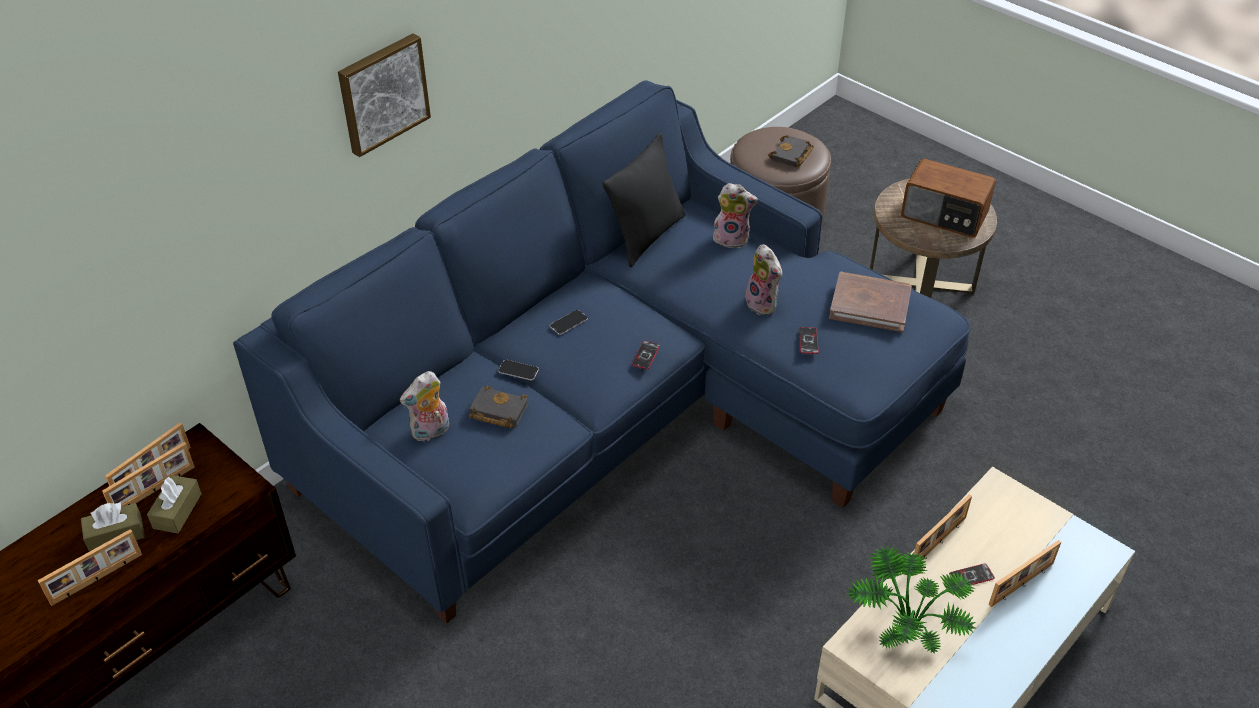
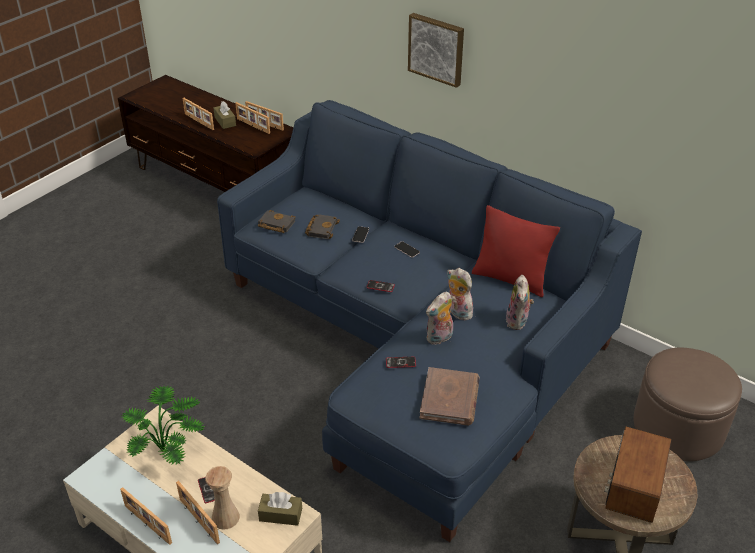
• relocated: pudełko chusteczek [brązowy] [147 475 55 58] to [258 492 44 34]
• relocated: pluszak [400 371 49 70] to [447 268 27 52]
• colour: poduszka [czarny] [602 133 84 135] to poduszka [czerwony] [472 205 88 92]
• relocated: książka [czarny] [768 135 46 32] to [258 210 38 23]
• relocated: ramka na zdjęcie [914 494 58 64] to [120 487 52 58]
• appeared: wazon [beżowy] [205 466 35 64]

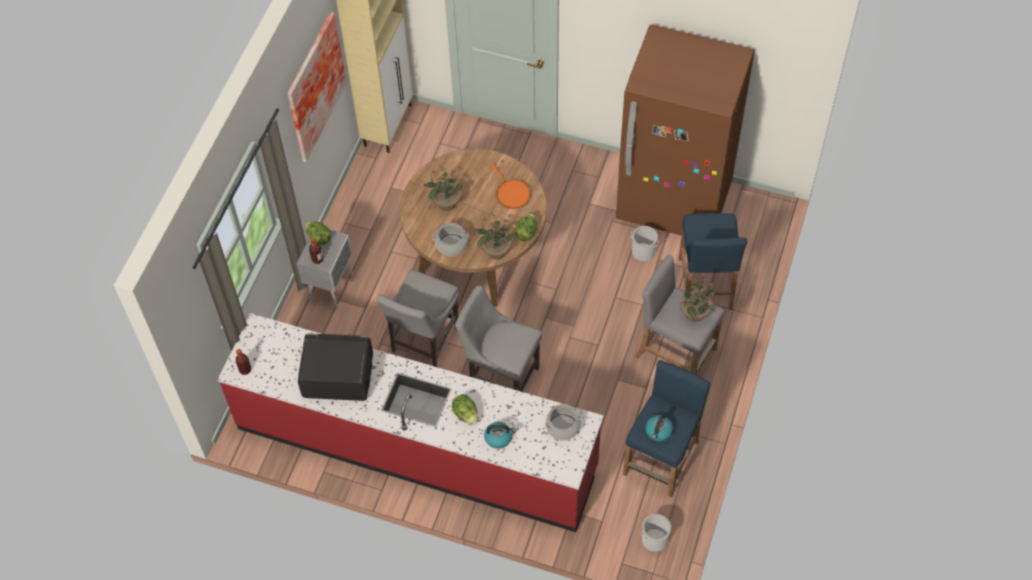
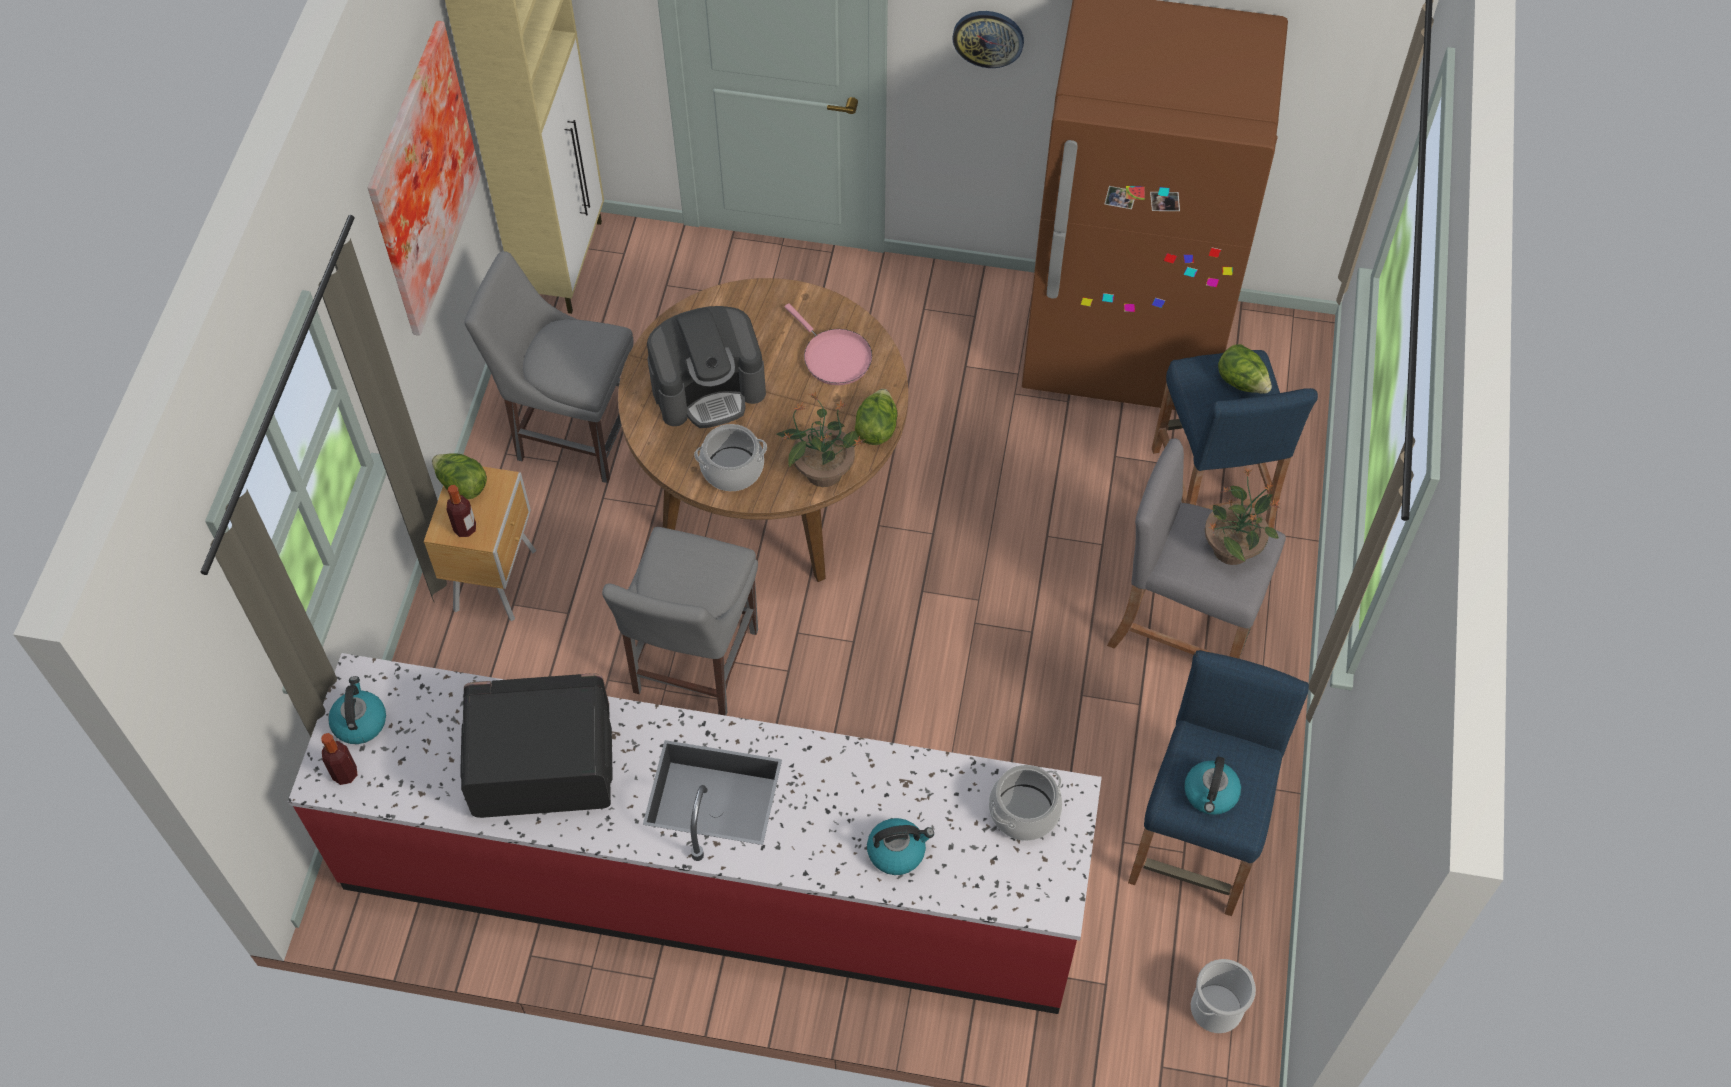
• colour: szafka nocna [szary] [297 229 57 80] to szafka nocna [brązowy] [424 466 112 155]
• exchanged: roślina doniczkowa [424 164 41 47] to ekspres do kawy [647 306 119 122]
• relocated: sałata [452 394 26 30] to [1218 344 54 49]
• relocated: krzesło [szary] [455 285 87 107] to [464 251 169 232]
• colour: patelnia [pomarańczowy] [491 164 40 45] to patelnia [różowy] [785 303 87 82]
• missing: wiadro [631 226 28 35]
• appeared: czajnik [328 676 58 68]
• appeared: zegar ścienny [952 11 72 57]

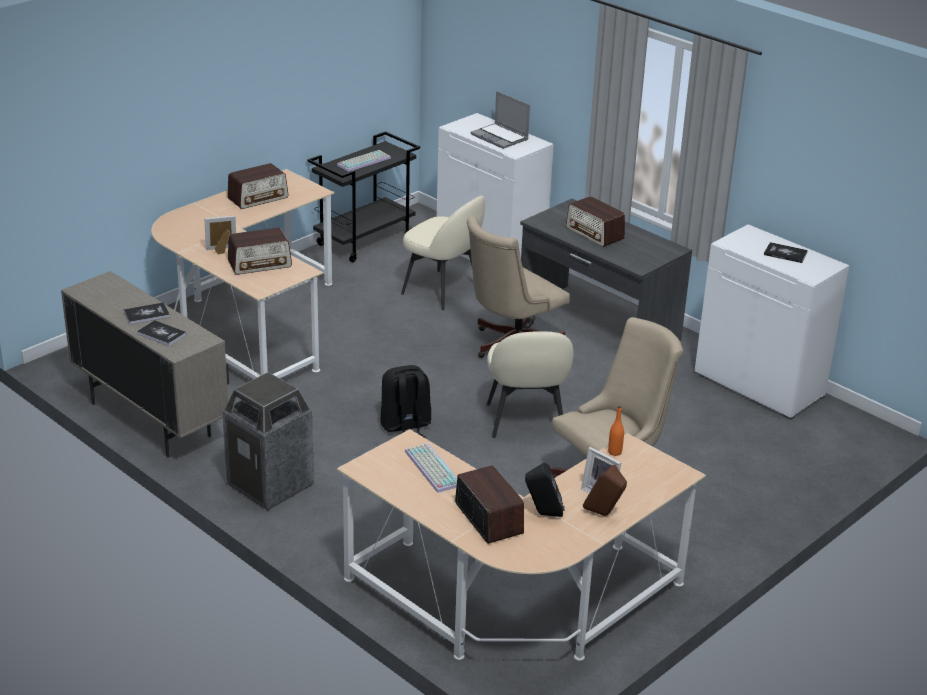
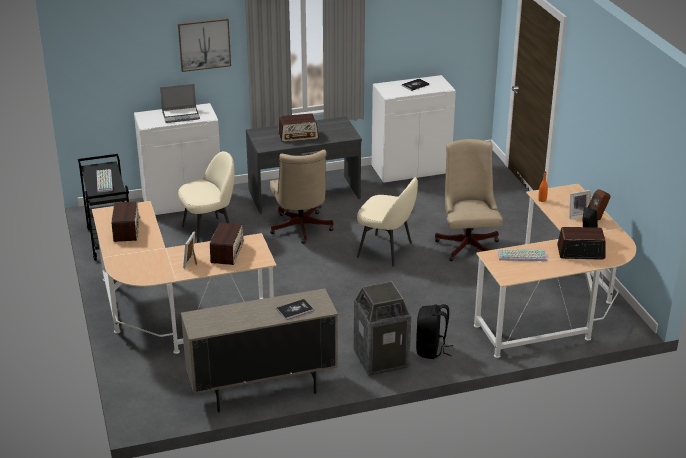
• missing: książka [124 302 46 22]
• relocated: plecak [czarny] [380 365 51 73] to [416 304 37 55]
• appeared: obraz [178 18 53 54]

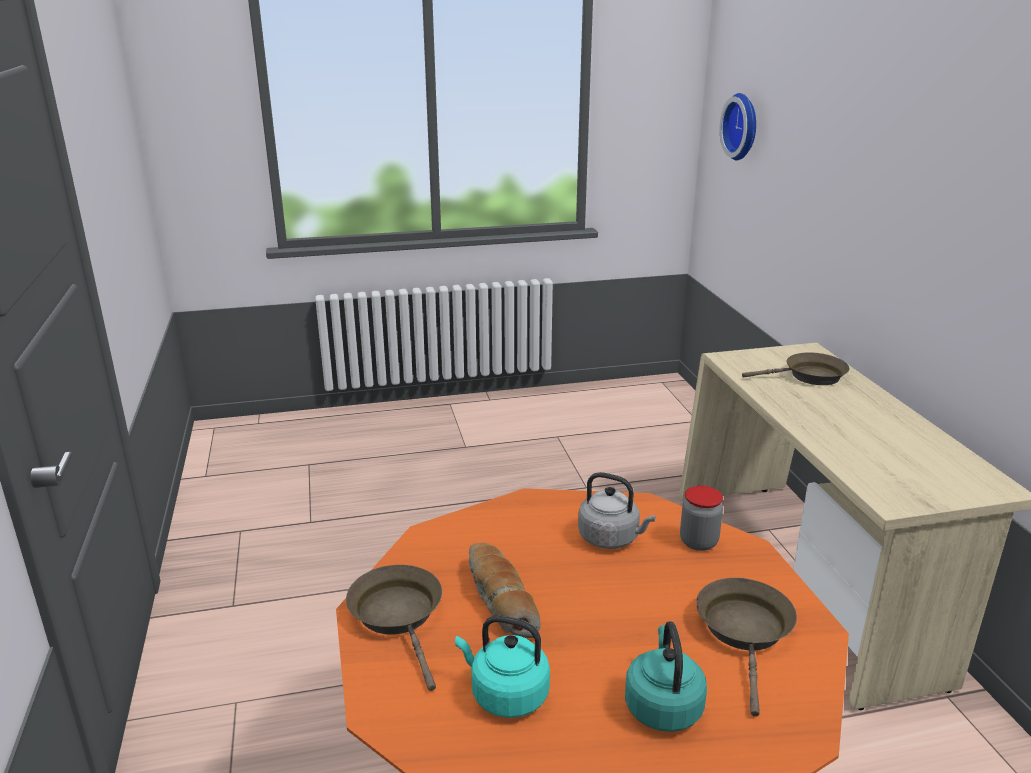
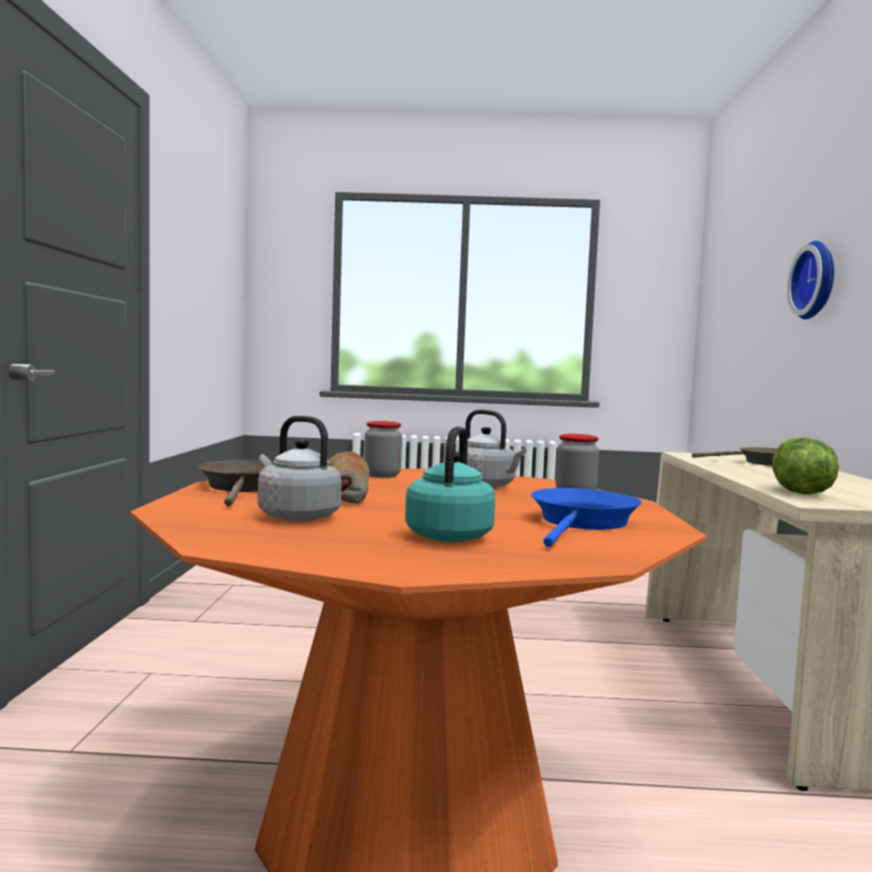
• colour: czajnik [turkusowy] [455 615 95 103] to czajnik [szary] [258 416 84 106]
• colour: patelnia [brązowy] [696 578 101 139] to patelnia [niebieski] [531 488 111 59]
• relocated: zegar ścienny [720 93 36 67] to [787 241 47 78]
• appeared: słoik [364 421 38 57]
• appeared: sałata [772 437 67 57]

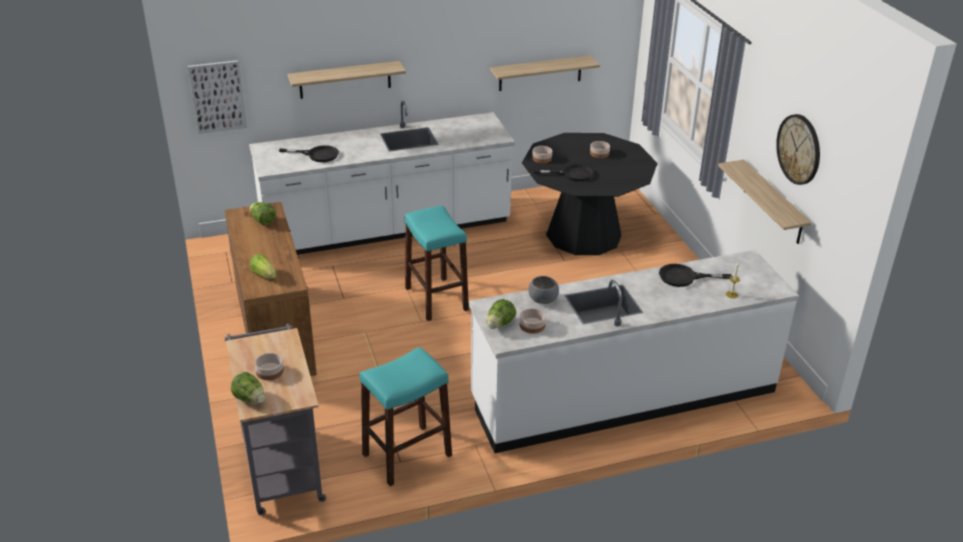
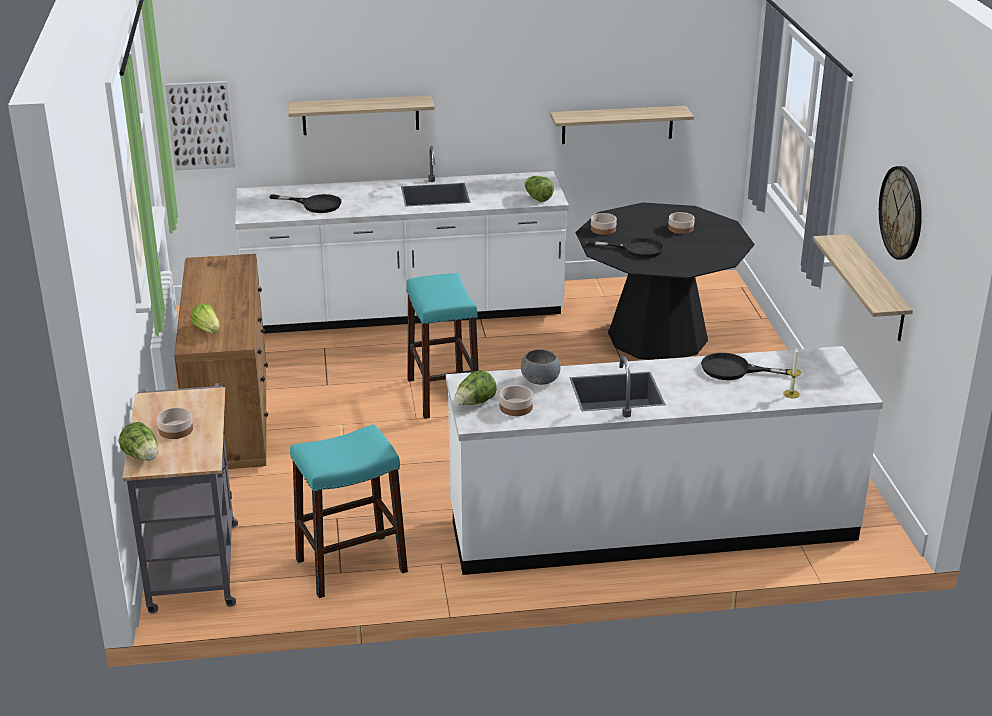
• relocated: sałata [250 202 26 24] to [524 176 30 26]

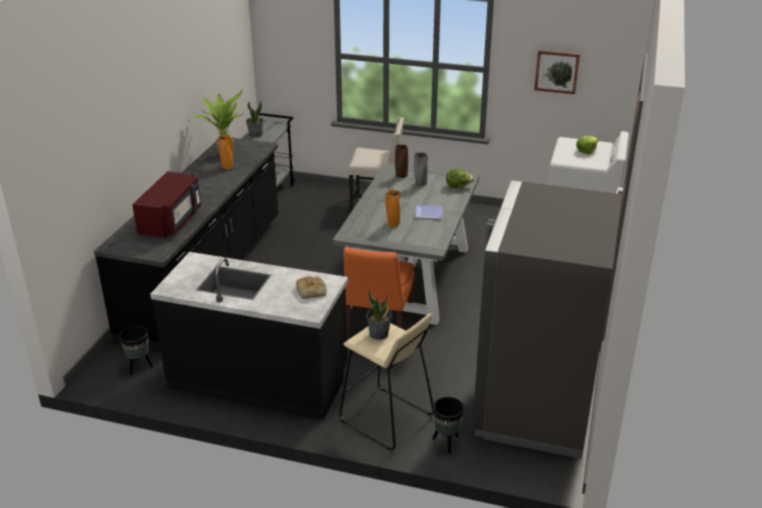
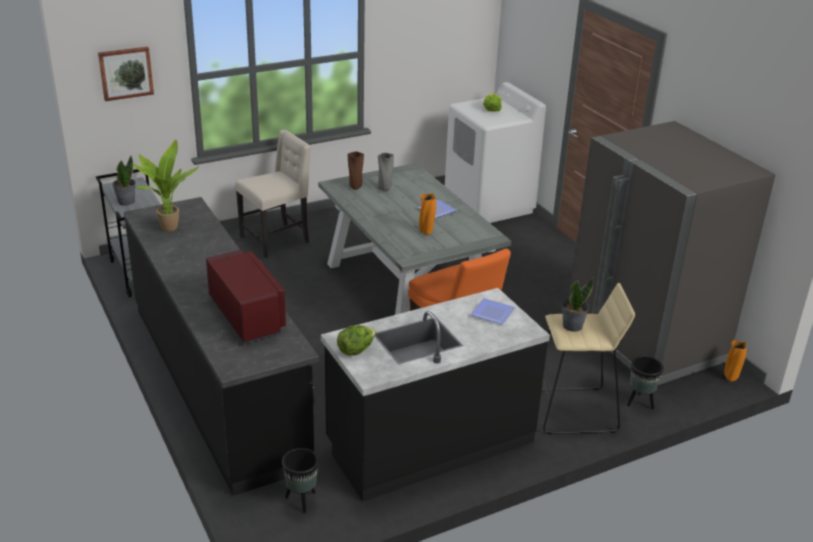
• relocated: wazon [pomarańczowy] [218 135 15 35] to [724 340 23 41]
• exchanged: chleb [296 276 31 23] to talerz [470 298 46 27]
• relocated: sałata [446 169 29 19] to [337 325 39 31]
• relocated: obraz [534 50 46 44] to [98 47 56 54]

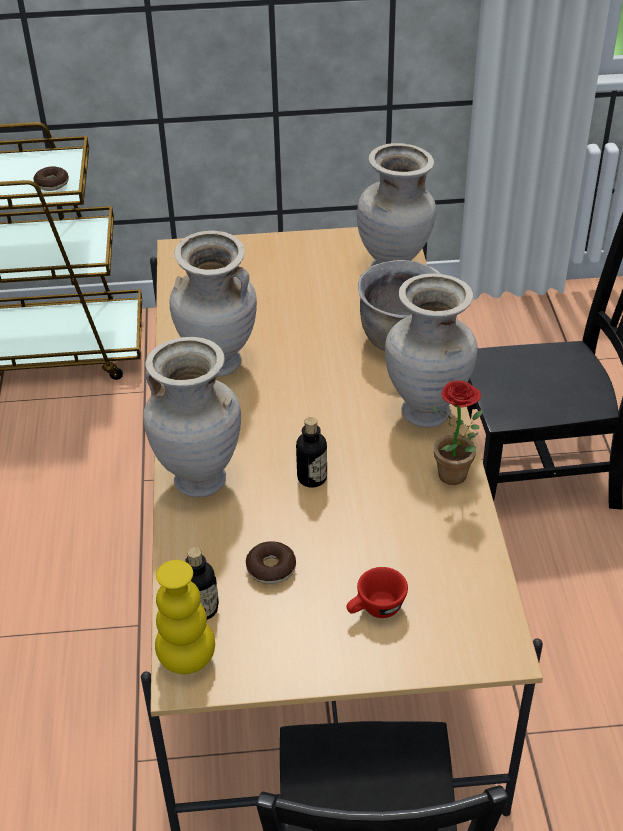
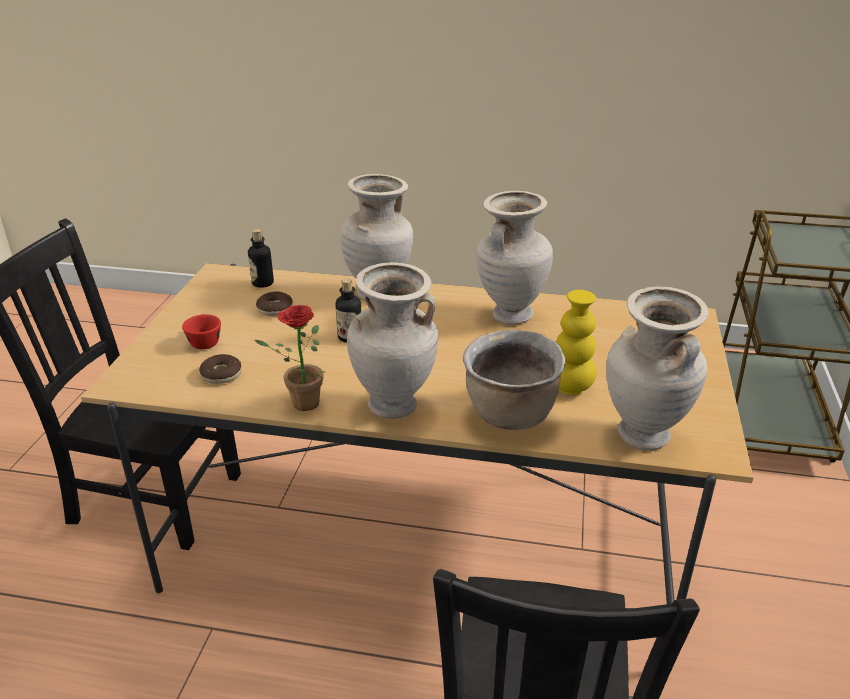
• relocated: donut [33 166 36 25] to [199 354 43 30]
• relocated: wazon [żółty] [155 560 60 114] to [556 290 40 105]

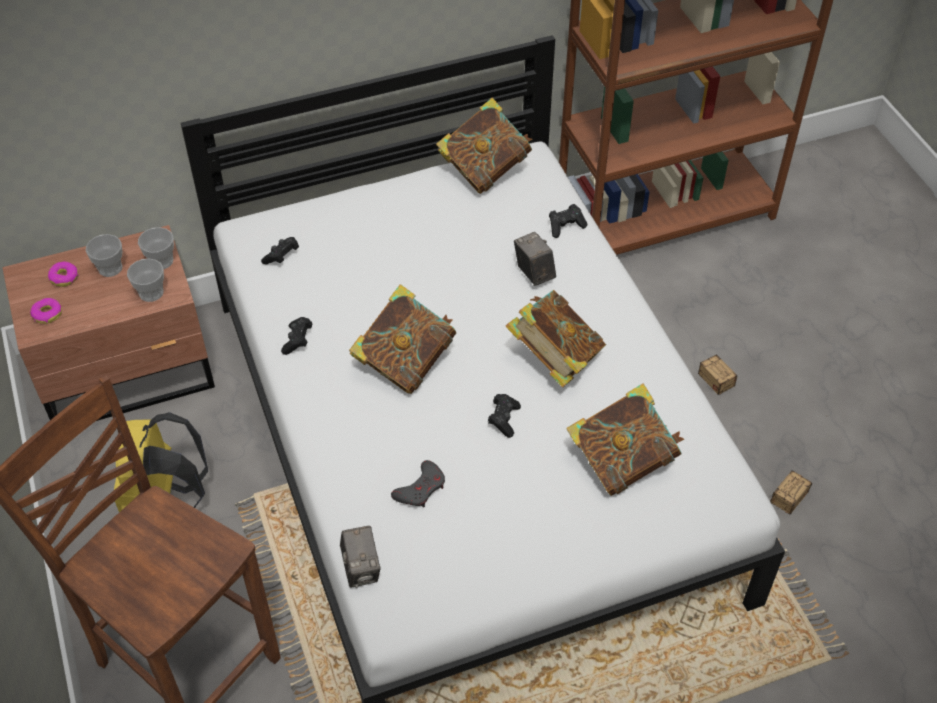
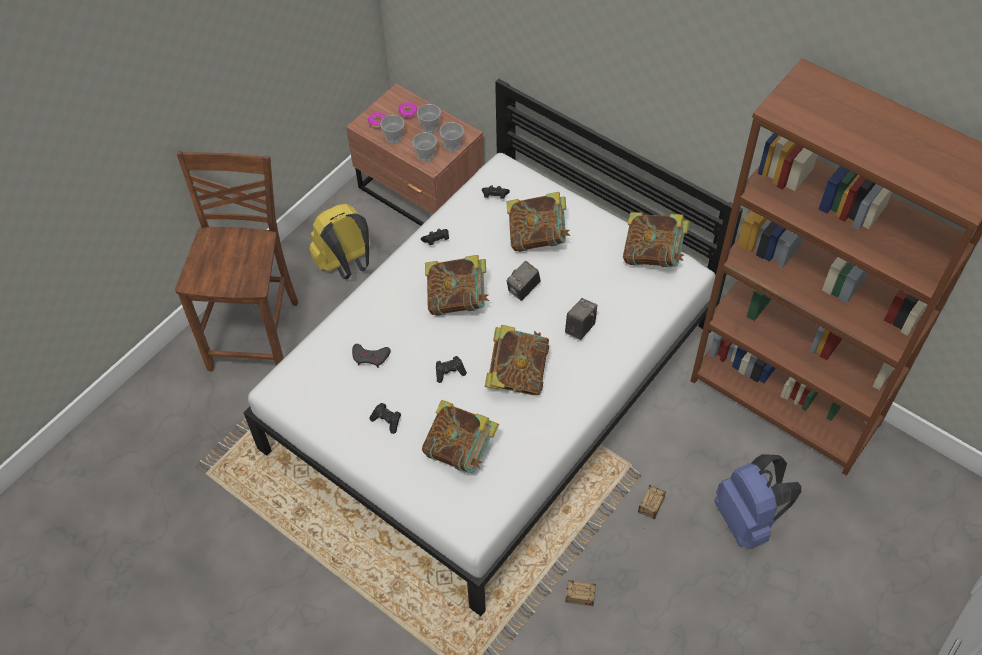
• relocated: aparat fotograficzny [340 526 40 62] to [507 261 33 40]
• relocated: pad do gier [czarny] [549 204 38 34] to [369 403 32 31]
• appeared: filiżanka [380 115 24 29]
• appeared: książka [507 192 64 60]
• appeared: plecak [niebieski] [714 454 87 95]

